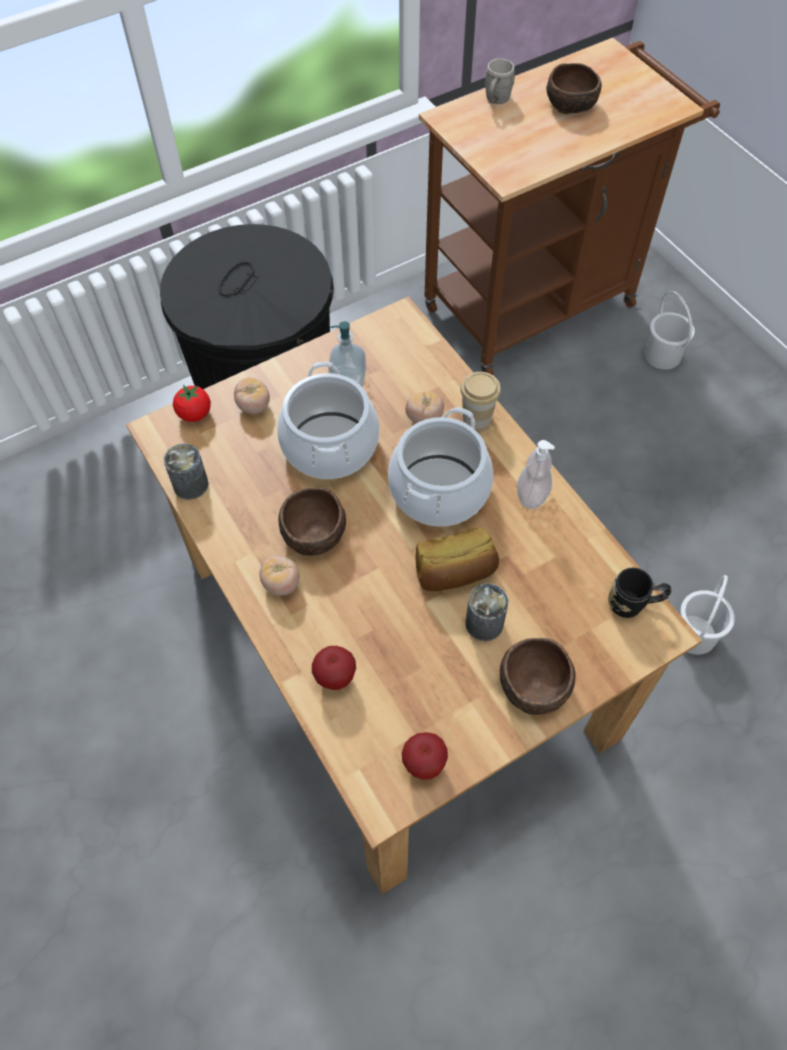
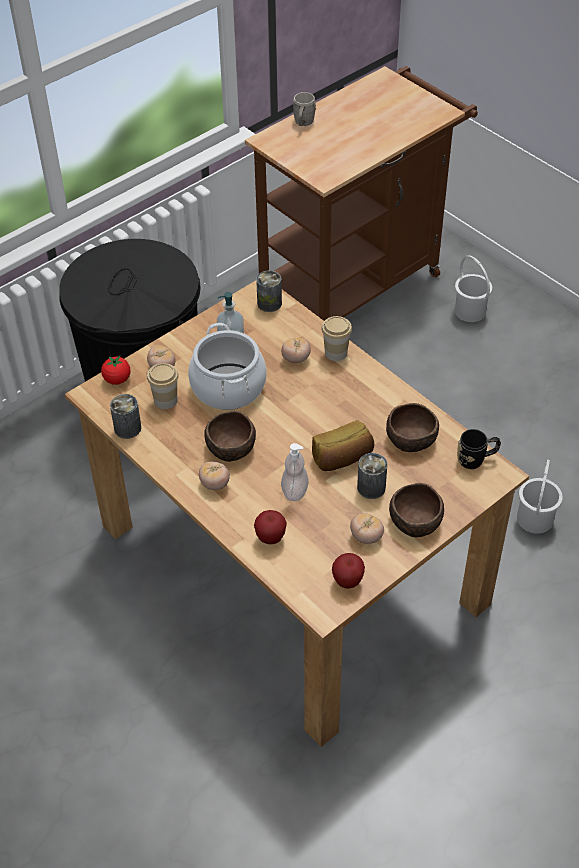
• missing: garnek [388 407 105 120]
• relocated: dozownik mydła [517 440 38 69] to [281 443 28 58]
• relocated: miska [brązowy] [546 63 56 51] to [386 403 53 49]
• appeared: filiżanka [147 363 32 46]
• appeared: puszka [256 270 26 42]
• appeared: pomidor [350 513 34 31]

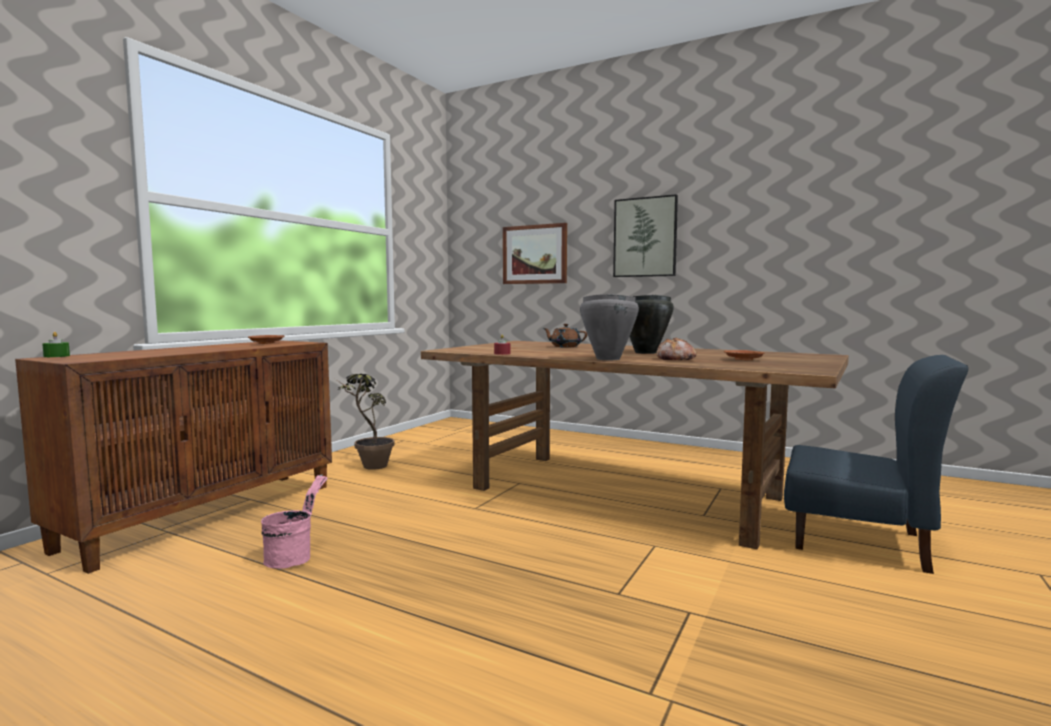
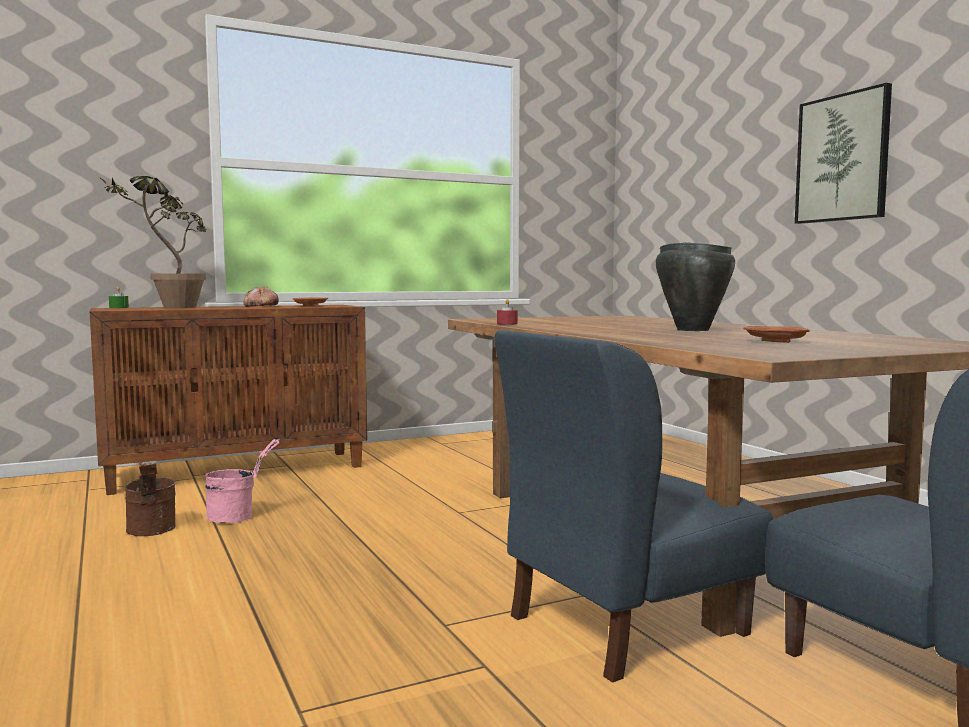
• relocated: roślina doniczkowa [335 374 60 96] to [96 175 110 133]
• missing: obraz [503 223 64 61]
• missing: imbryk [brązowy] [543 324 44 23]
• missing: garnek [szary] [580 294 59 66]
• relocated: chleb [657 338 40 22] to [243 286 36 21]
• appeared: wiadro [brązowy] [125 462 50 74]
• appeared: krzesło [niebieski] [494 330 279 353]

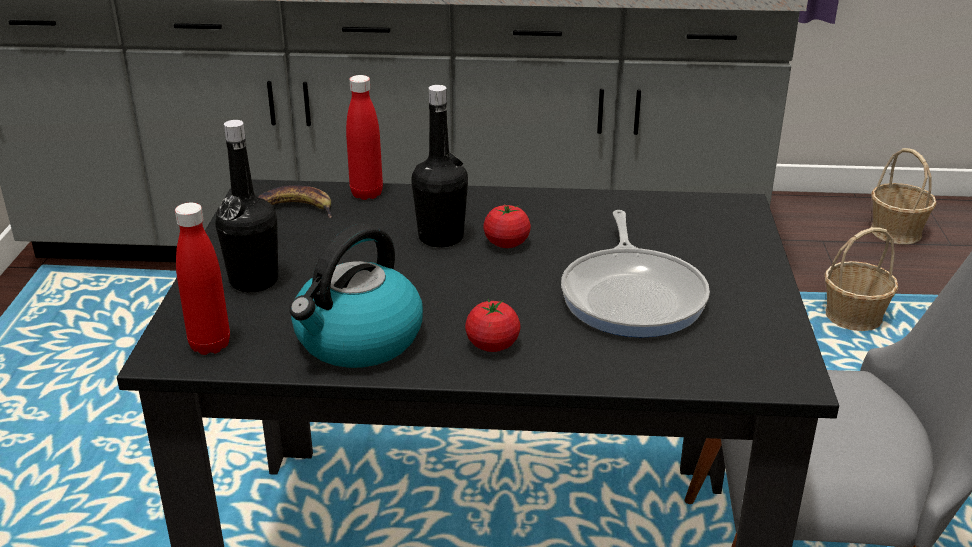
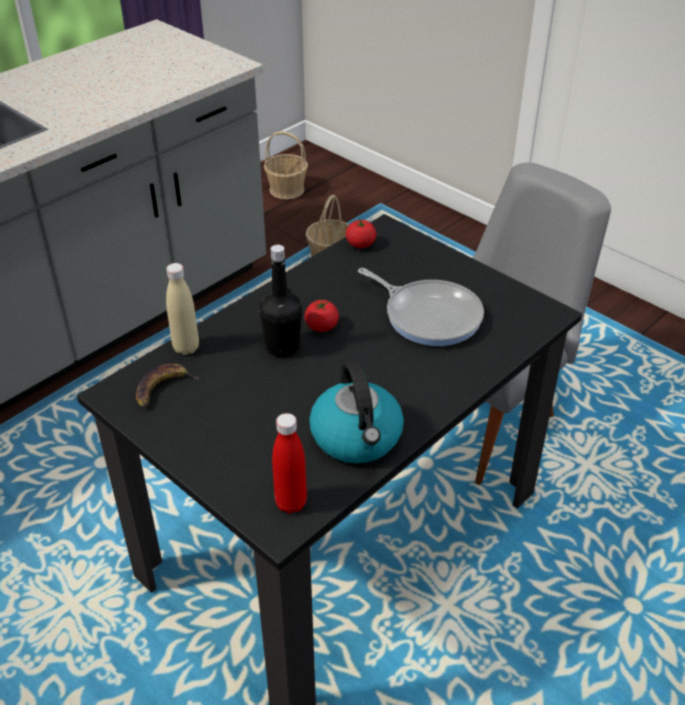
• missing: butelka [czarny] [215 120 63 172]
• colour: butelka [czerwony] [346 75 37 125] to butelka [beżowy] [166 263 33 92]
• relocated: pomidor [465 299 55 53] to [346 220 30 28]

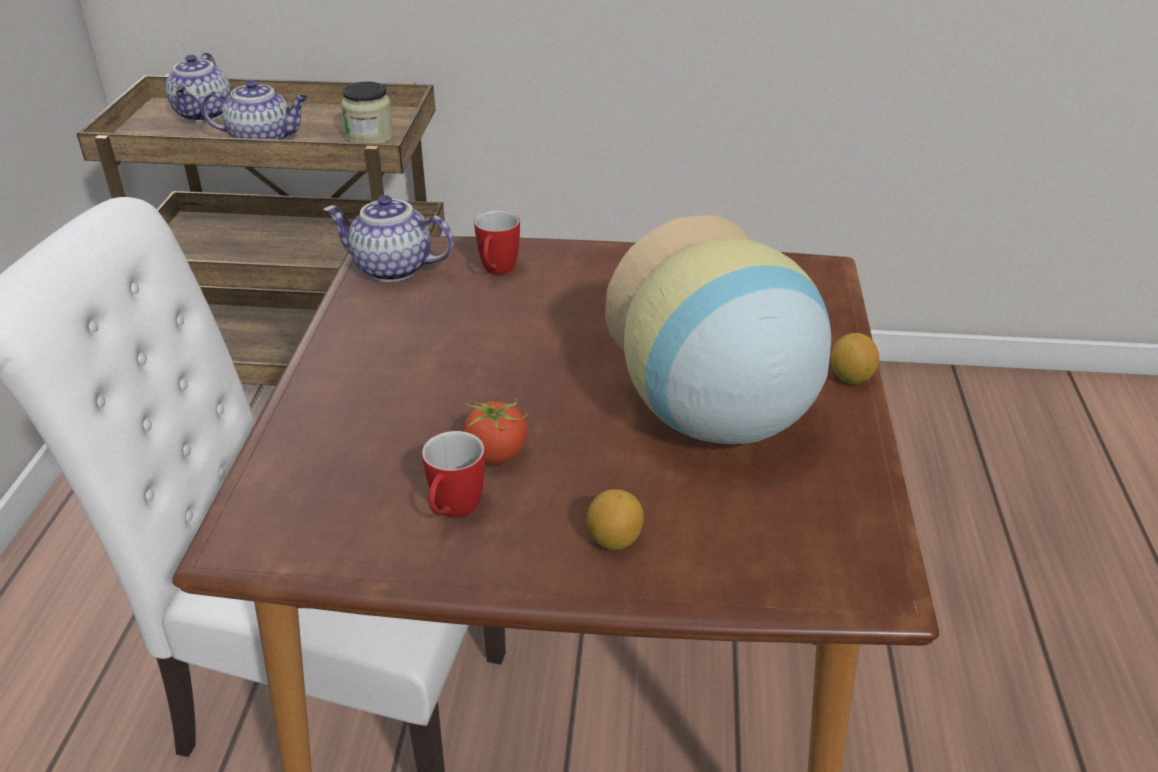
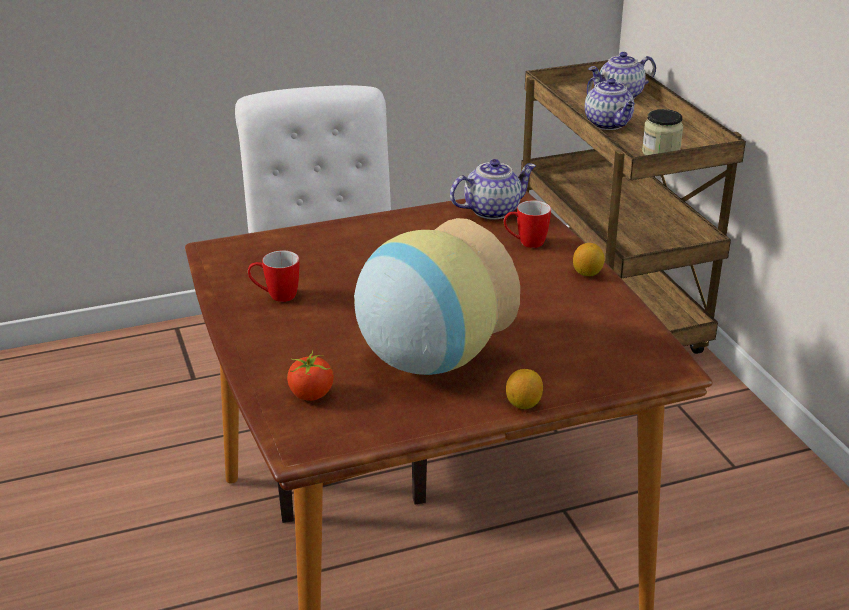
• spun: imbryk [323 195 131 87] = [450 159 86 61] 75 degrees clockwise
• relocated: pomidor [463 398 64 66] to [287 350 47 51]
• relocated: cytryna [586 489 58 61] to [573 243 32 33]

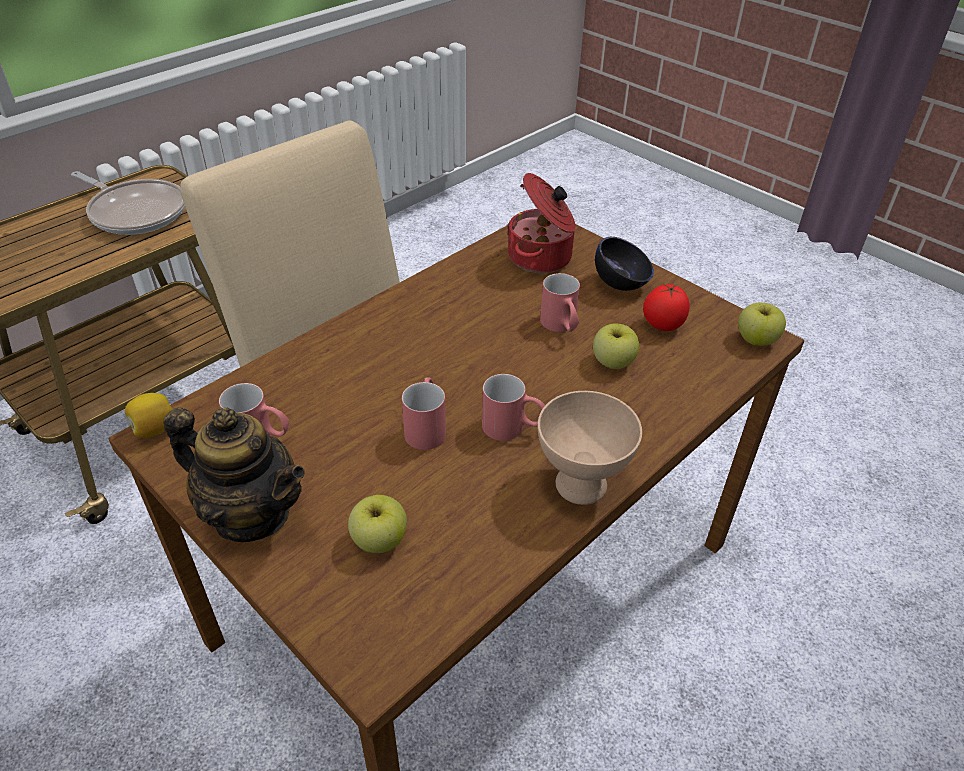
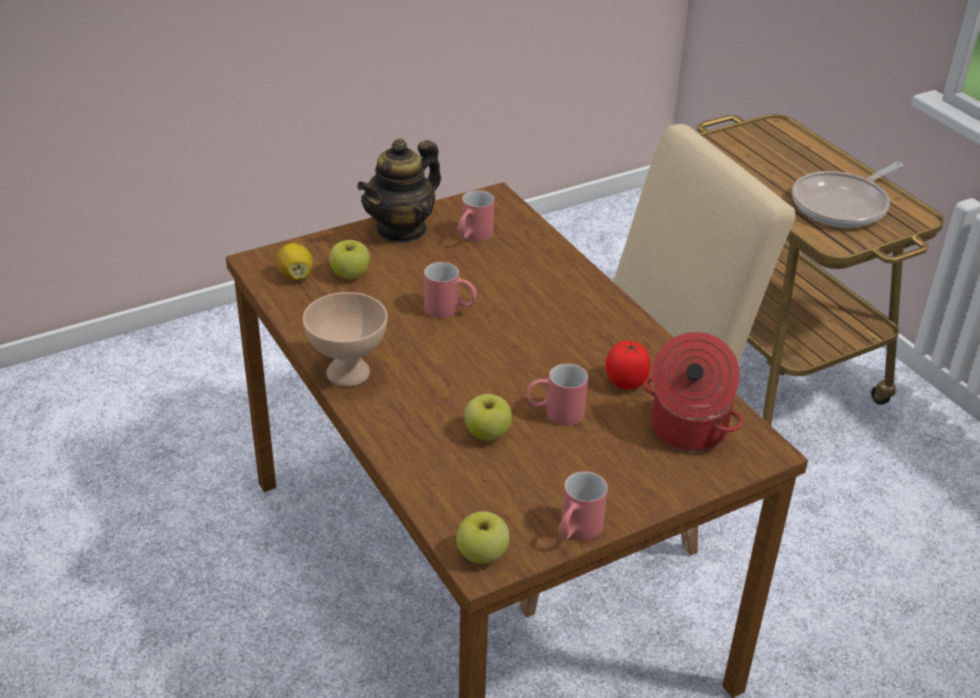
• relocated: cytryna [125 393 48 45] to [275 243 38 37]
• relocated: kubek [czerwony] [482 374 63 67] to [558 471 50 69]
• missing: miska [czarny] [595 237 59 54]
• relocated: pomidor [643 284 47 47] to [606 341 44 49]

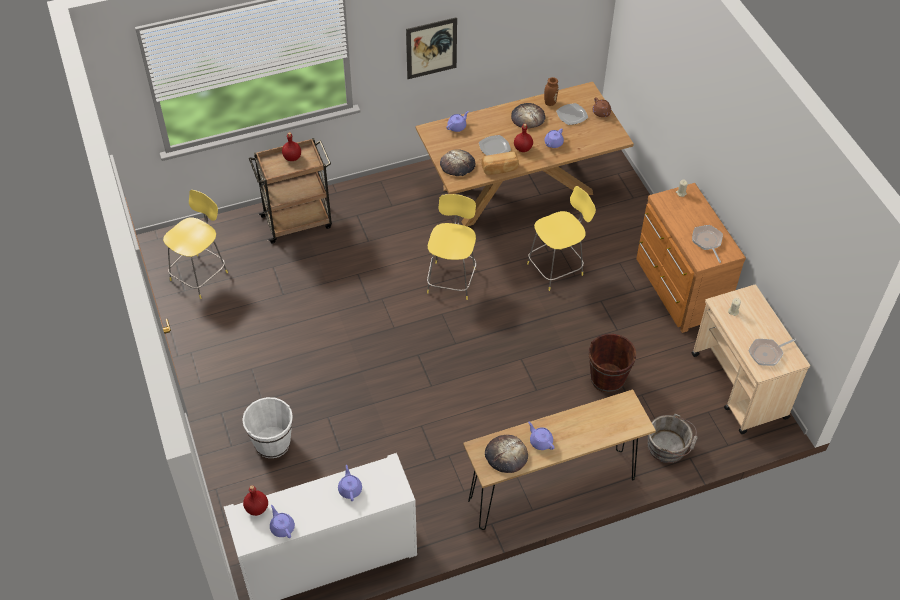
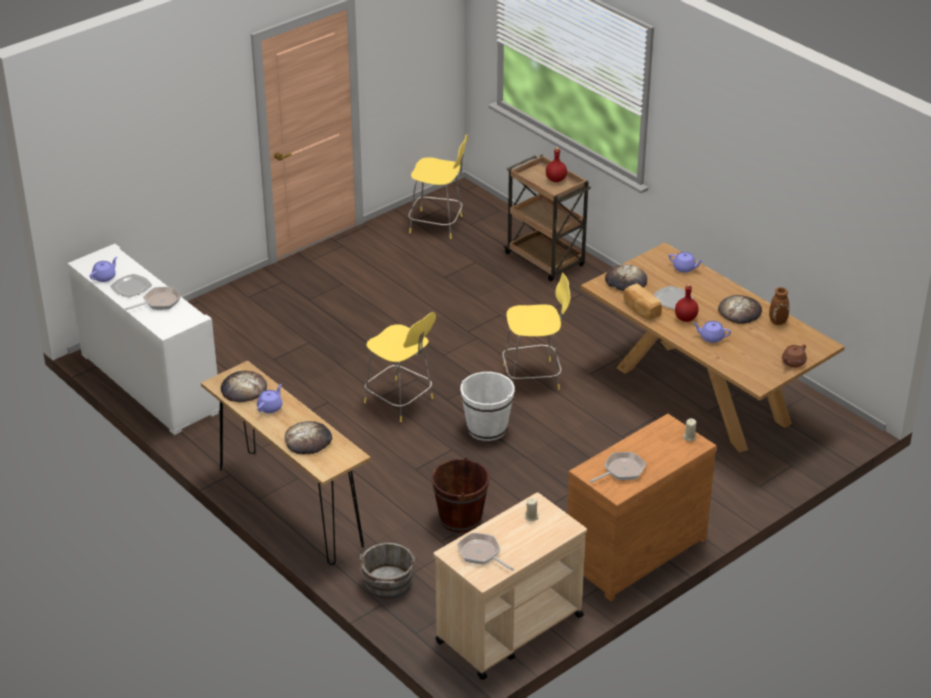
• relocated: wiadro [biały] [242 397 51 61] to [461 372 54 69]
• missing: butelka [czerwony] [243 485 25 31]
• exchanged: imbryk [fioletowy] [338 465 24 36] to patelnia [125 287 56 23]
• missing: obraz [406 17 51 62]
• relocated: stołek [żółty] [527 186 69 105] to [364 312 72 110]
• relocated: talerz [556 103 32 22] to [110 274 42 24]
• appeared: chleb [285 421 47 33]

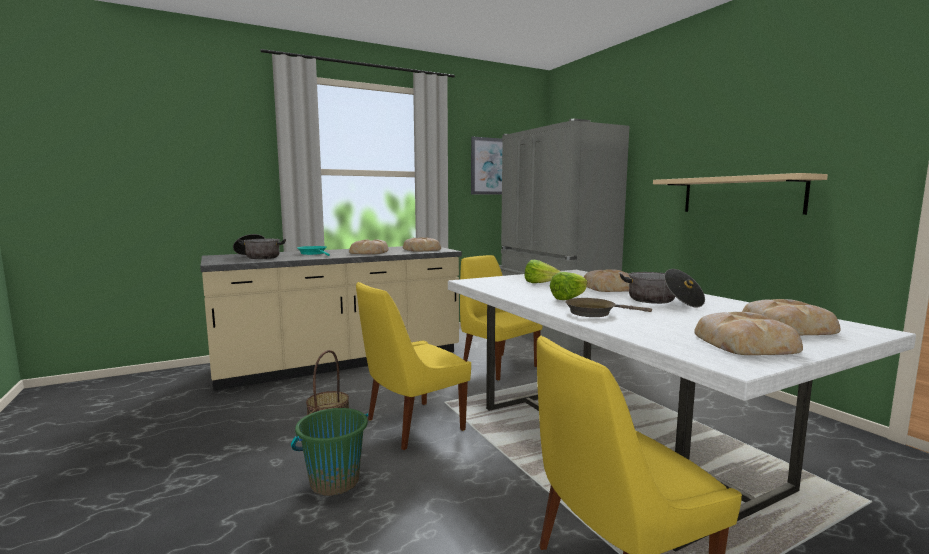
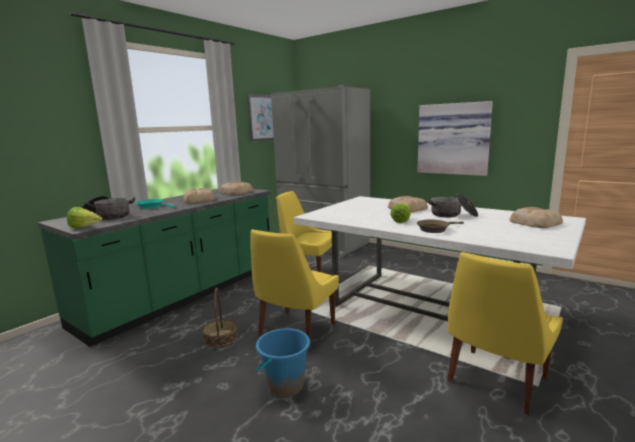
• colour: zabudowa kuchenna [beżowy] [200 246 262 145] to zabudowa kuchenna [zielony] [38 188 233 159]
• colour: wiadro [zielony] [291 408 77 88] to wiadro [niebieski] [256 328 54 69]
• relocated: sałata [524 260 37 23] to [67 207 35 21]
• exchanged: półka [beżowy] [653 173 175 42] to obraz [417 101 76 75]
• missing: chleb [694 312 109 43]

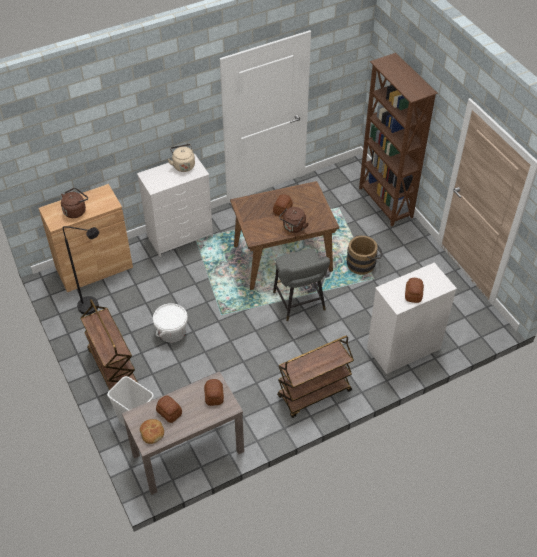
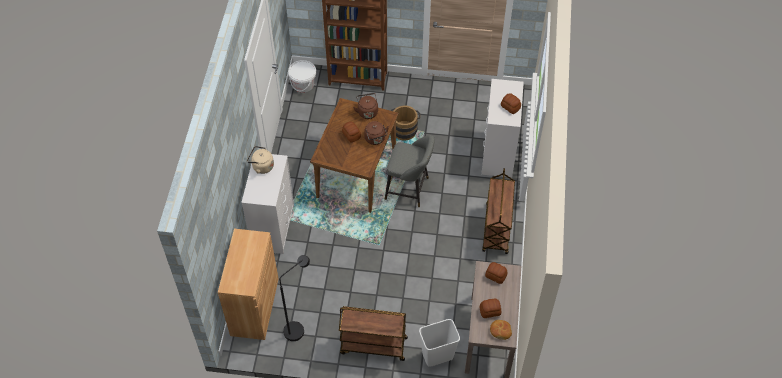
• relocated: czajnik [brązowy] [61 188 27 30] to [353 93 25 26]
• relocated: wiadro [biały] [153 303 35 40] to [288 60 28 32]

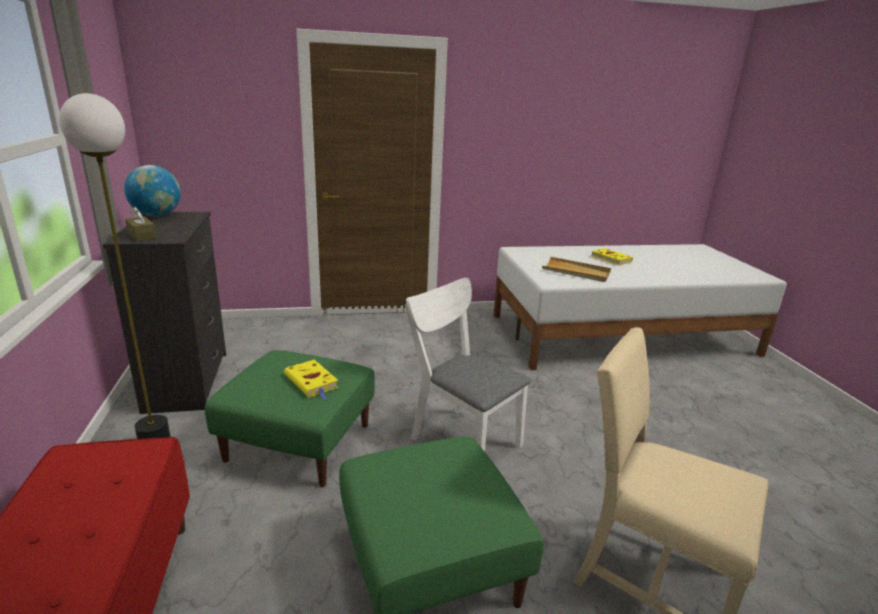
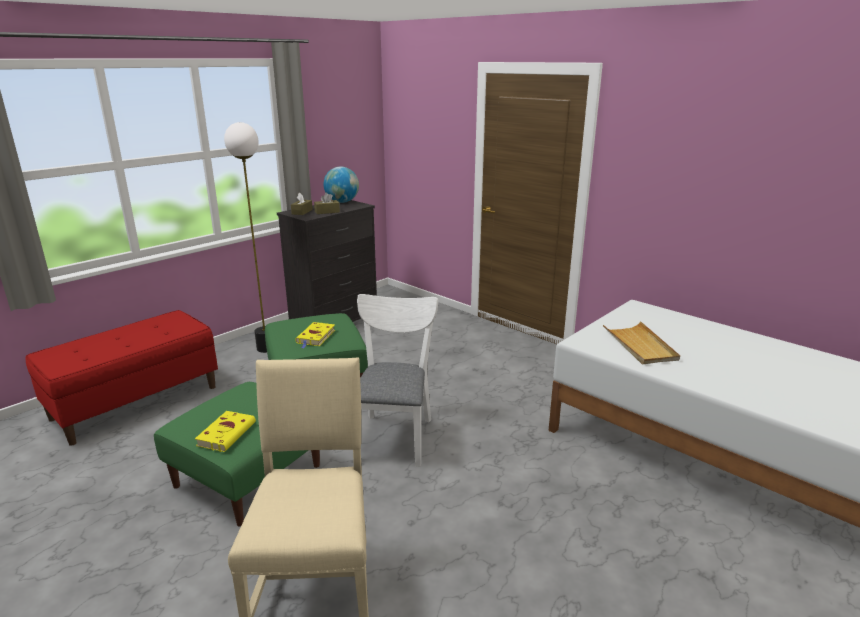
• relocated: książka [żółty] [591 248 42 18] to [195 411 61 41]
• appeared: pudełko chusteczek [brązowy] [314 193 26 21]

